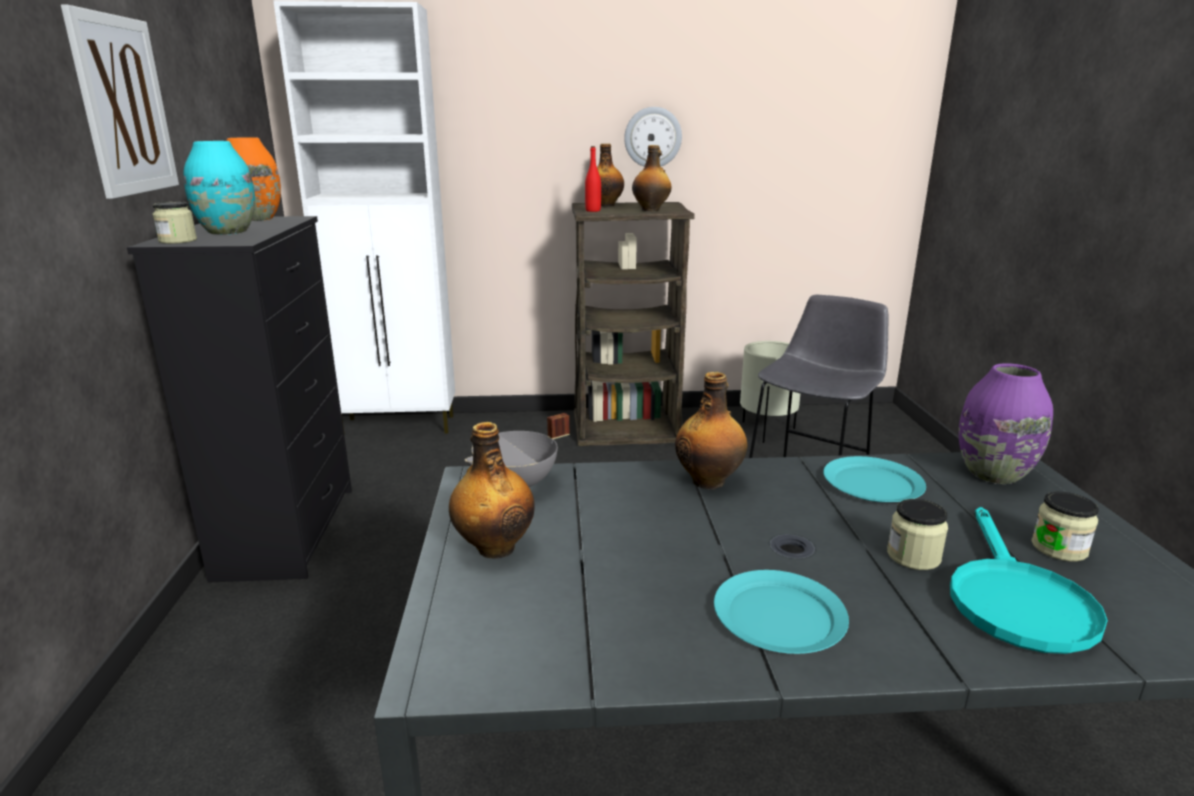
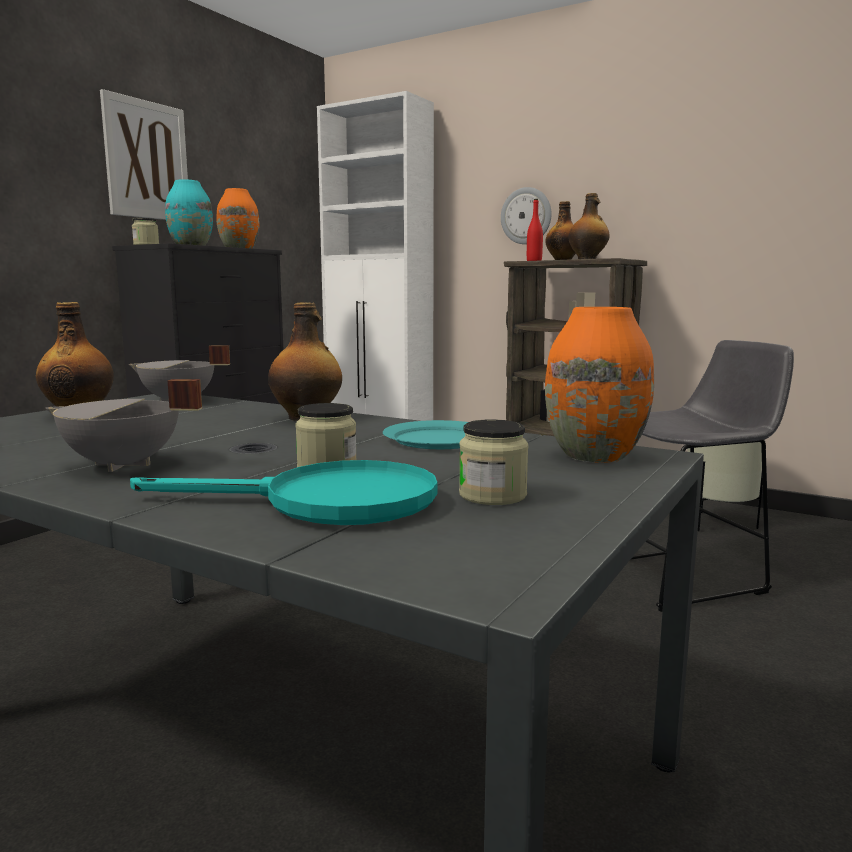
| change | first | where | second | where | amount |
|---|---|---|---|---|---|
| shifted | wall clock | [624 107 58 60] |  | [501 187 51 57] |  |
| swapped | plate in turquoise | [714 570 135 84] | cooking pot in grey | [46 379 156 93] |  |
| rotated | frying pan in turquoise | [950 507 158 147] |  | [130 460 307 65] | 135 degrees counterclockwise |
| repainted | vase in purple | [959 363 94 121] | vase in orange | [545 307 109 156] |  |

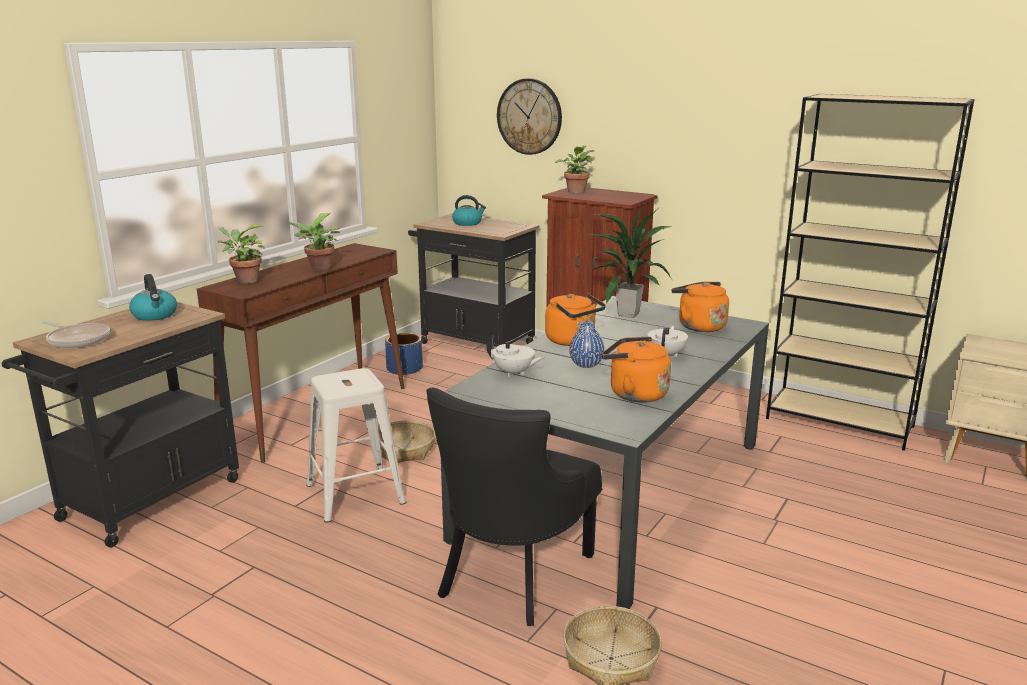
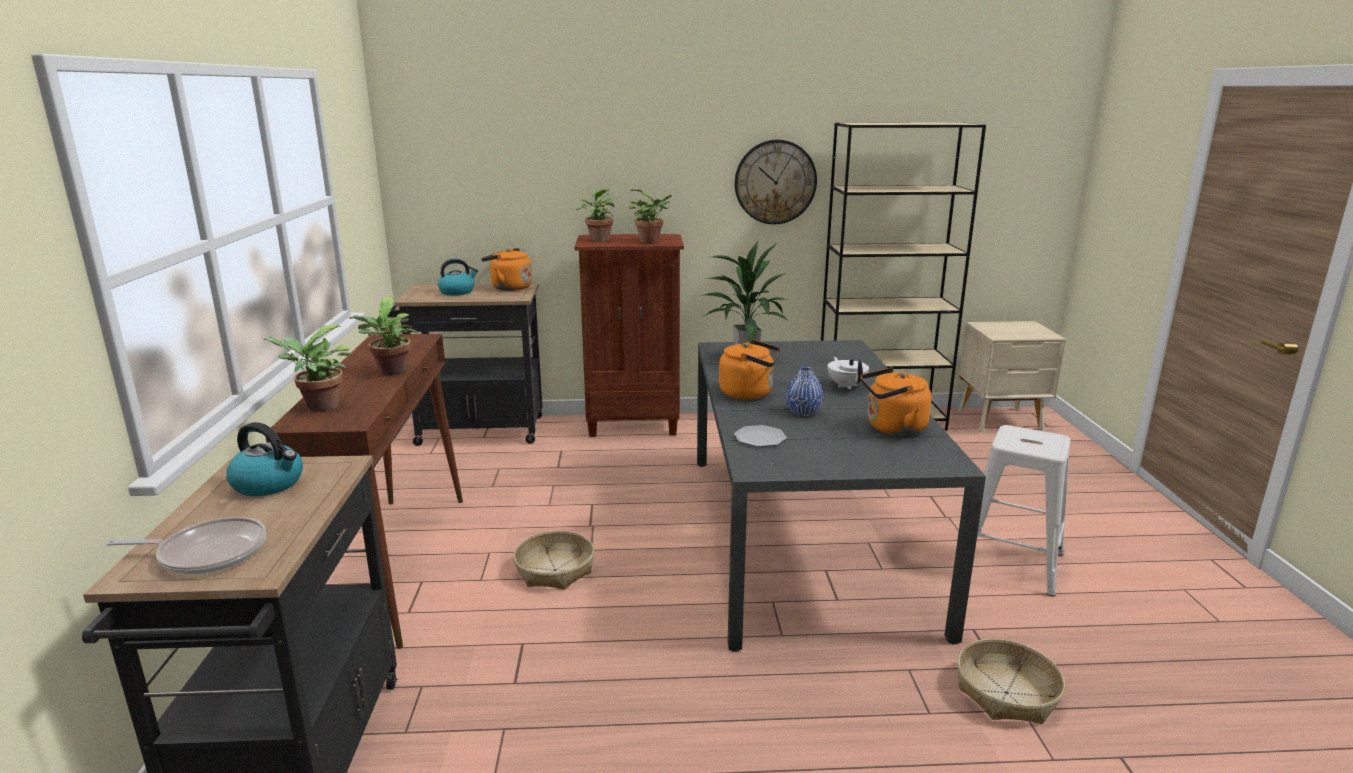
| change | first | where | second | where | amount |
|---|---|---|---|---|---|
| shifted | stool in white | [306 368 100 155] |  | [977 425 94 172] |  |
| gone | planter in blue | [385 333 38 42] |  |  |  |
| gone | chair in black | [426 388 177 238] |  |  |  |
| swapped | teapot in white | [486 335 58 42] | plate | [734 425 53 22] |  |
| shifted | wall clock | [497 78 65 77] |  | [735 140 82 84] |  |
| shifted | kettle in orange | [671 282 58 50] |  | [481 248 51 43] |  |
| new |  |  | potted plant | [628 189 47 54] |  |

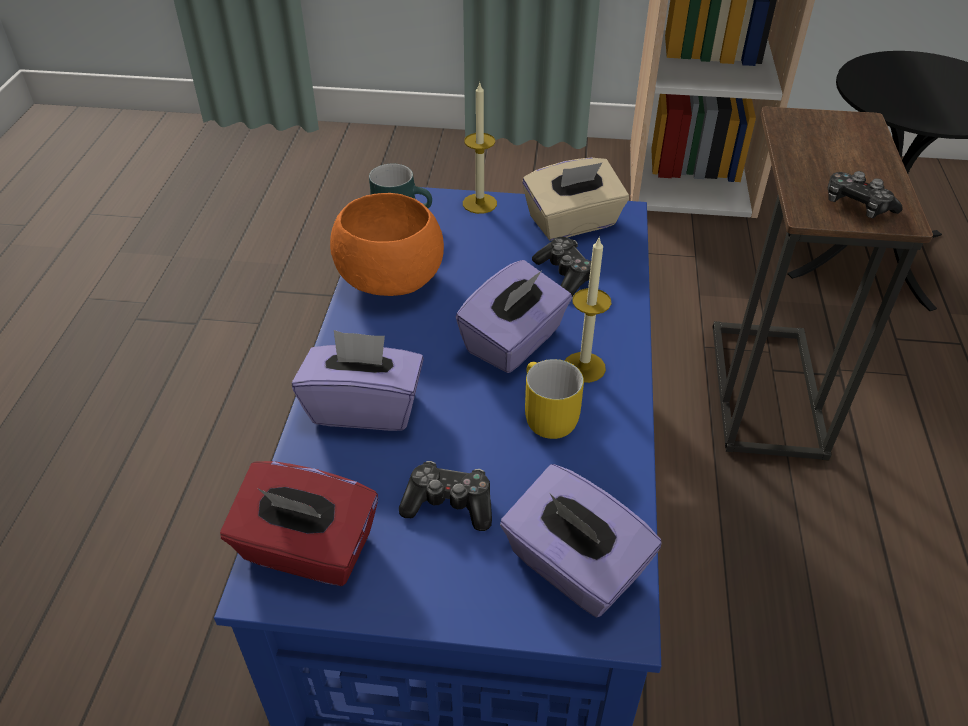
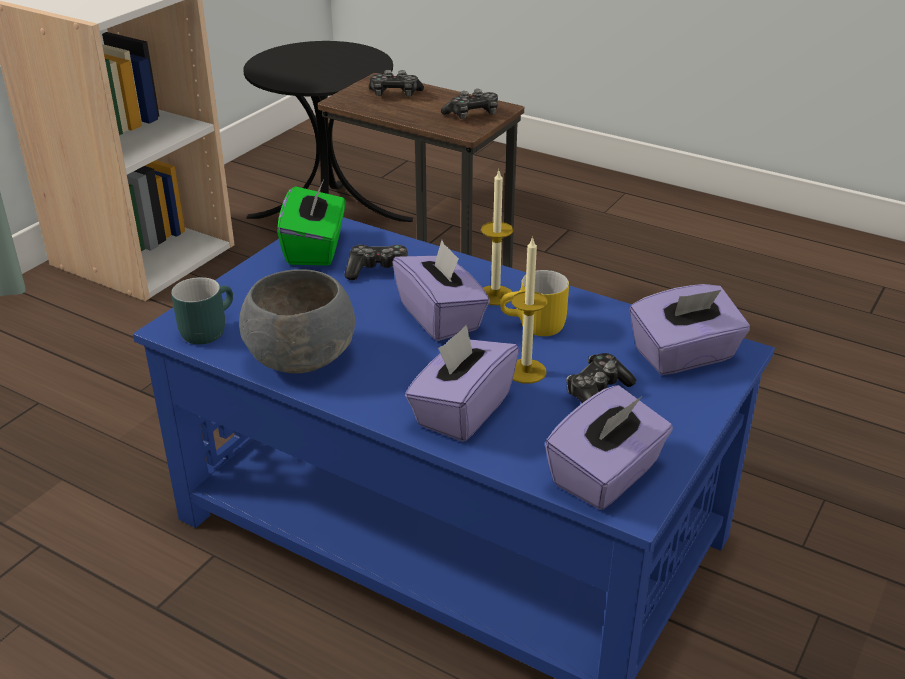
| change | first | where | second | where | amount |
|---|---|---|---|---|---|
| repainted | tissue box in red | [220 461 158 125] | tissue box in purple | [545 385 128 125] |  |
| repainted | bowl in orange | [330 193 114 103] | bowl in grey | [239 269 116 105] |  |
| shifted | candle | [463 81 34 133] |  | [511 236 37 147] |  |
| repainted | tissue box in beige | [522 158 107 83] | tissue box in green | [277 180 68 85] |  |
| new |  |  | game controller | [369 70 55 26] |  |

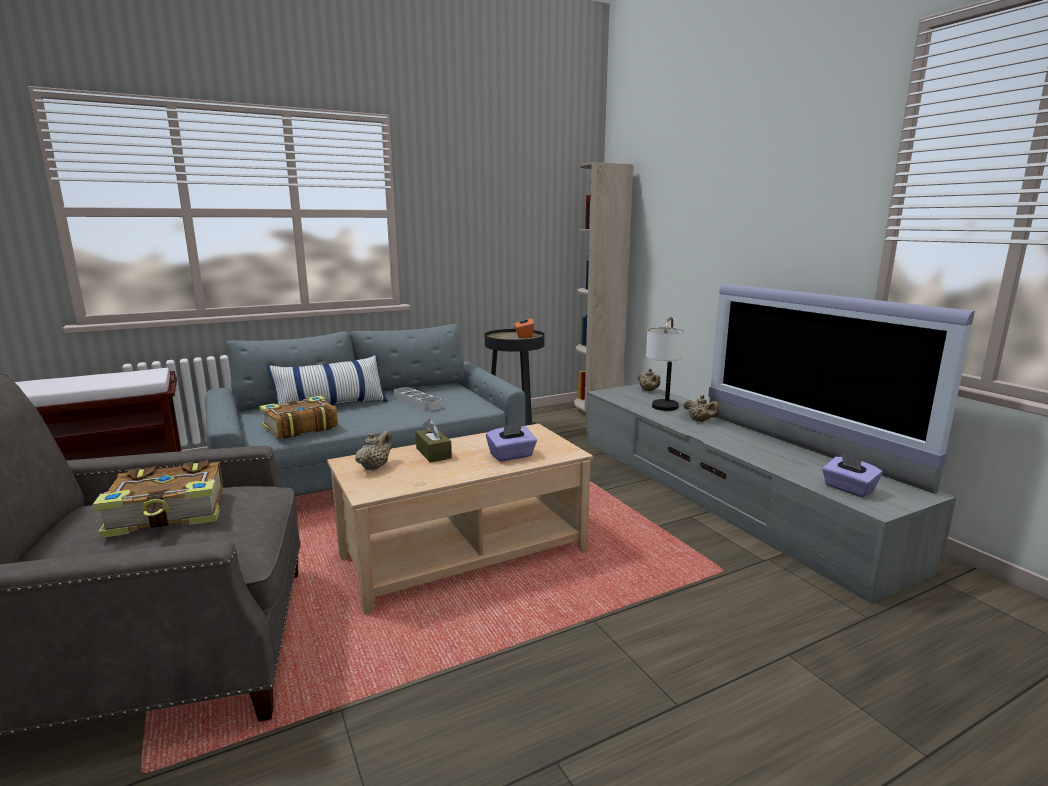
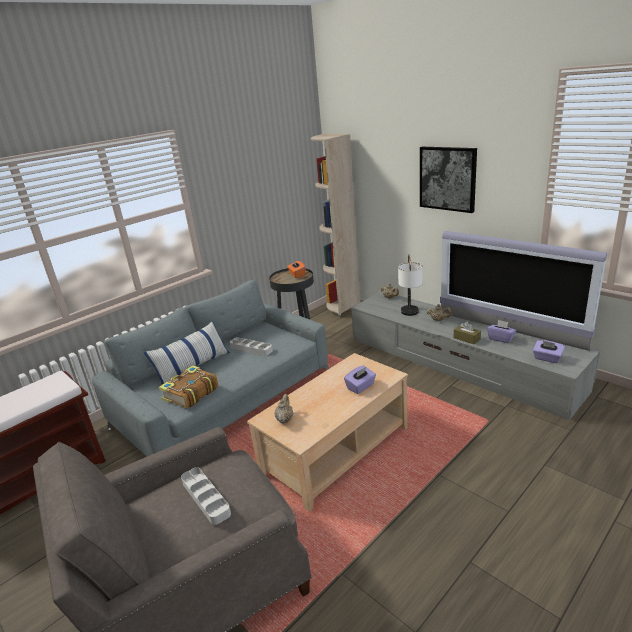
| change | first | where | second | where | amount |
|---|---|---|---|---|---|
| swapped | book | [92 461 131 77] | tray in grey | [181 467 50 58] |  |
| shifted | tissue box in brown | [416 419 36 44] |  | [454 322 27 22] |  |
| new |  |  | picture | [420 147 57 66] |  |
| new |  |  | tissue box in purple | [487 320 29 23] |  |

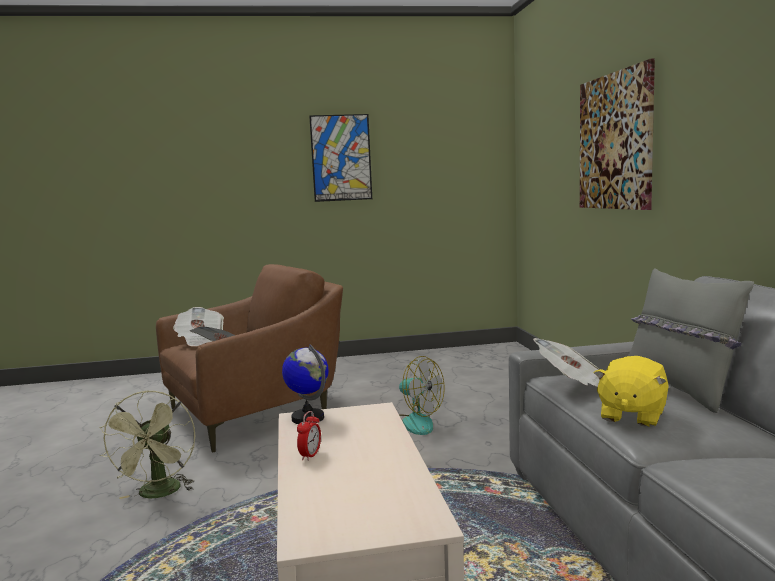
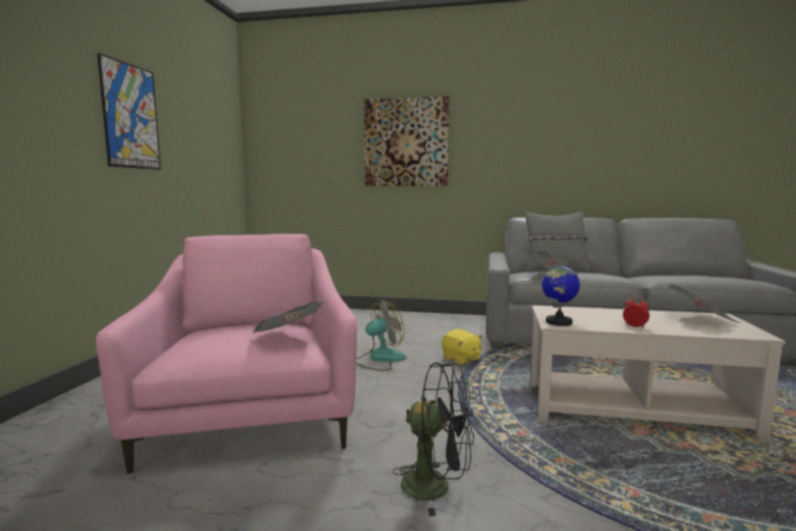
| change | first | where | second | where | amount |
|---|---|---|---|---|---|
| repainted | fan in green | [99 390 96 109] | fan in black | [392 362 82 155] |  |
| repainted | armchair in brown | [156 264 187 189] | armchair in pink | [96 234 261 240] |  |
| shifted | newspaper | [173 307 51 39] |  | [668 284 73 39] |  |
| shifted | plush toy in yellow | [594 356 74 71] |  | [442 329 40 36] |  |

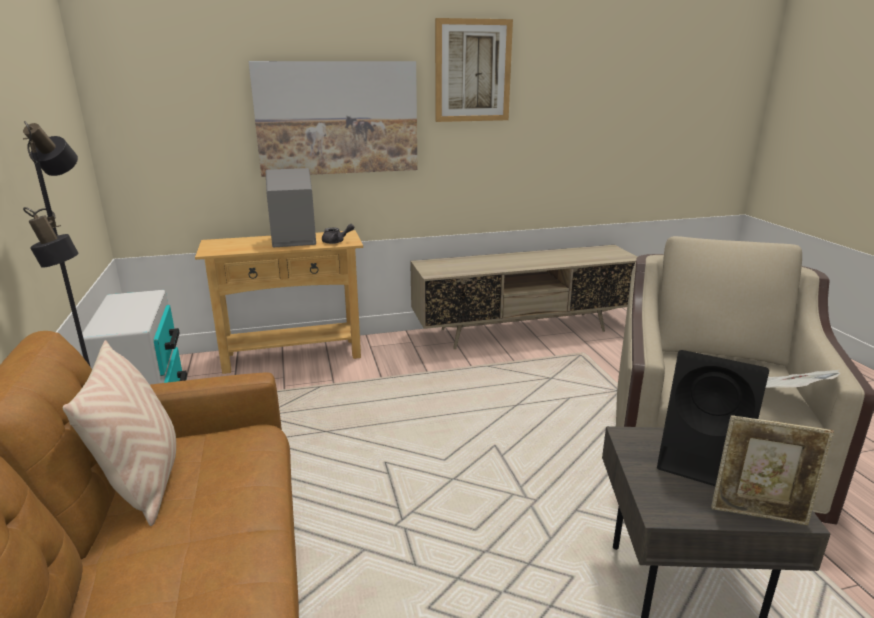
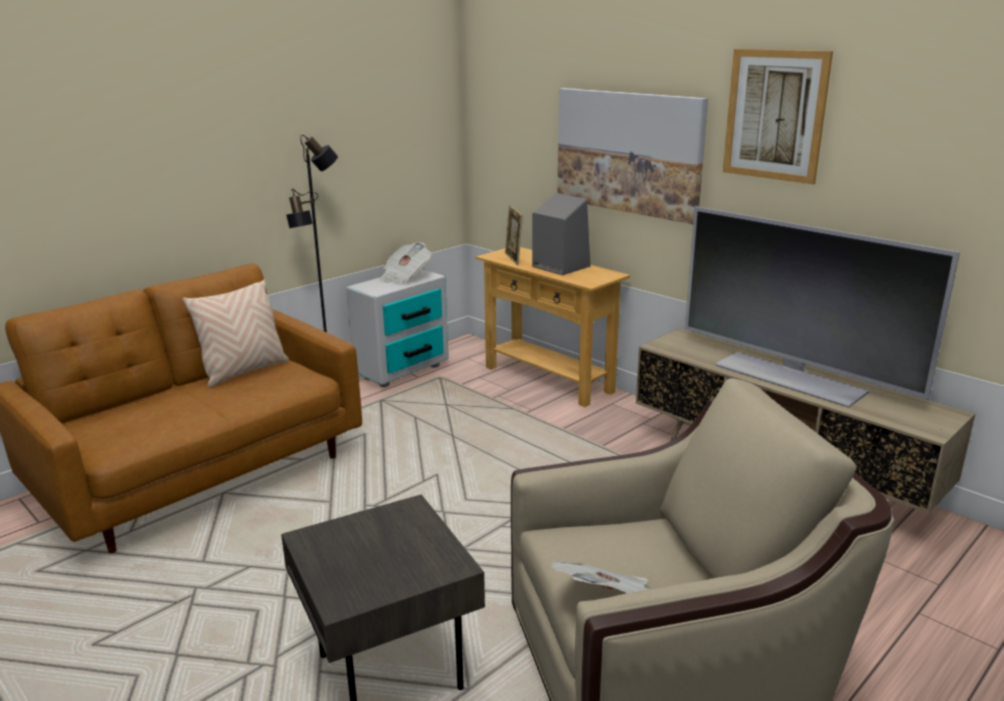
| change | first | where | second | where | amount |
|---|---|---|---|---|---|
| gone | teapot in grey | [322 224 32 20] |  |  |  |
| gone | speaker in black | [657 350 112 136] |  |  |  |
| shifted | picture frame | [711 415 123 110] |  | [505 205 18 60] |  |
| new |  |  | newspaper | [379 242 52 41] |  |
| new |  |  | television | [685 206 275 201] |  |

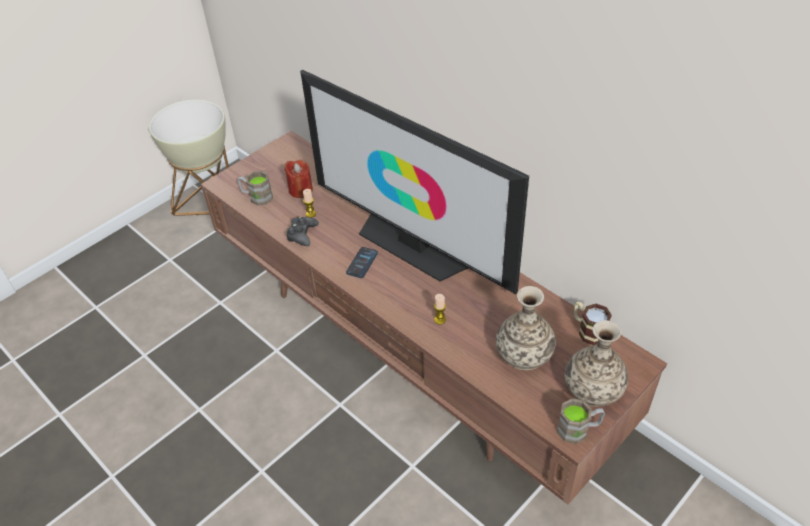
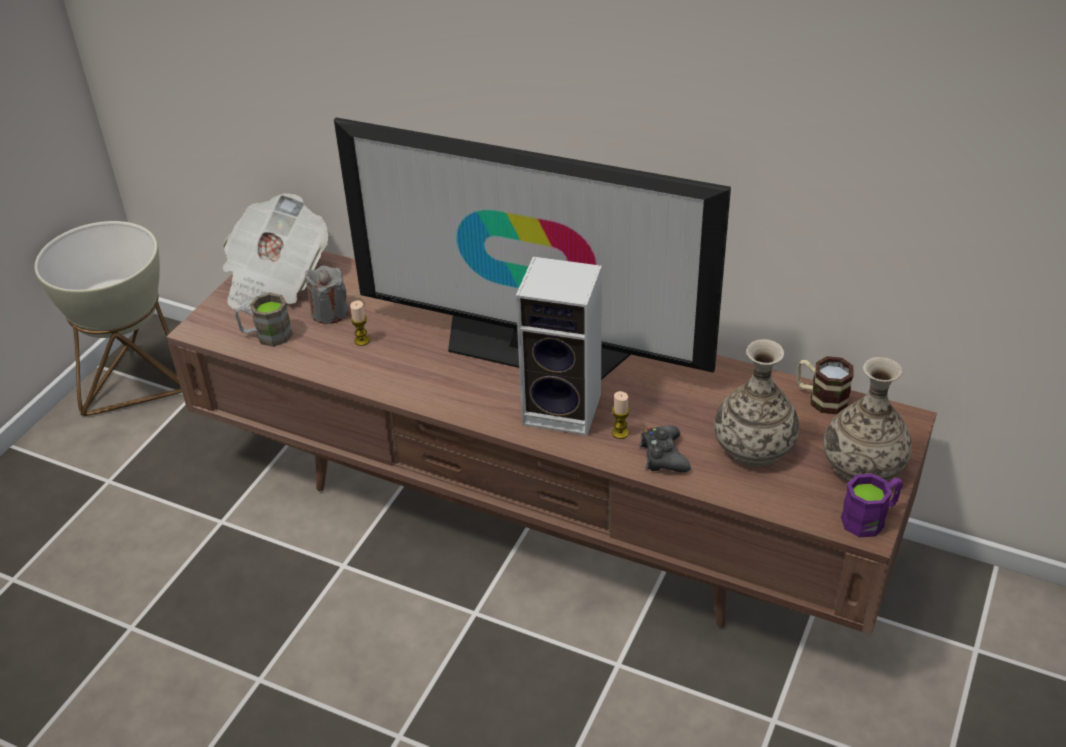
| change | first | where | second | where | amount |
|---|---|---|---|---|---|
| repainted | candle in red | [285 160 28 38] | candle in grey | [305 265 43 59] |  |
| shifted | game controller in black | [286 216 33 30] |  | [639 426 52 46] |  |
| gone | phone | [346 247 32 31] |  |  |  |
| repainted | mug in brown | [557 398 48 46] | mug in purple | [841 473 62 65] |  |
| new |  |  | newspaper | [222 193 106 116] |  |
| new |  |  | speaker | [516 256 86 180] |  |

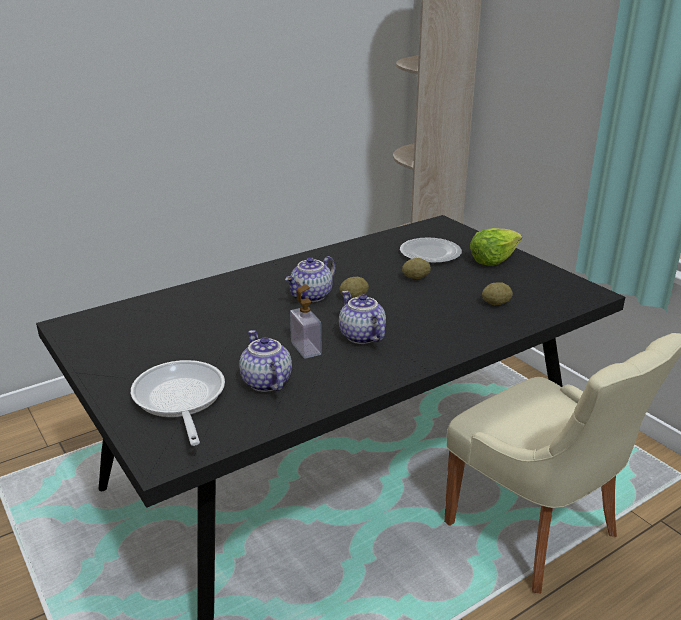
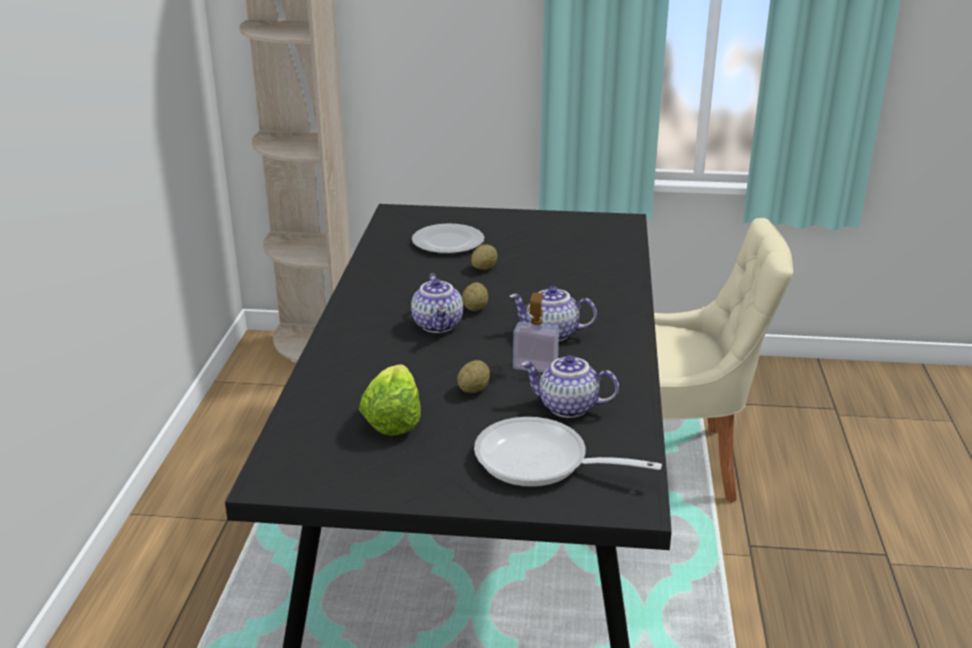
| change | first | where | second | where | amount |
|---|---|---|---|---|---|
| shifted | lettuce | [470 228 52 38] |  | [359 364 62 72] |  |
| shifted | potato | [482 282 31 23] |  | [457 360 33 33] |  |

